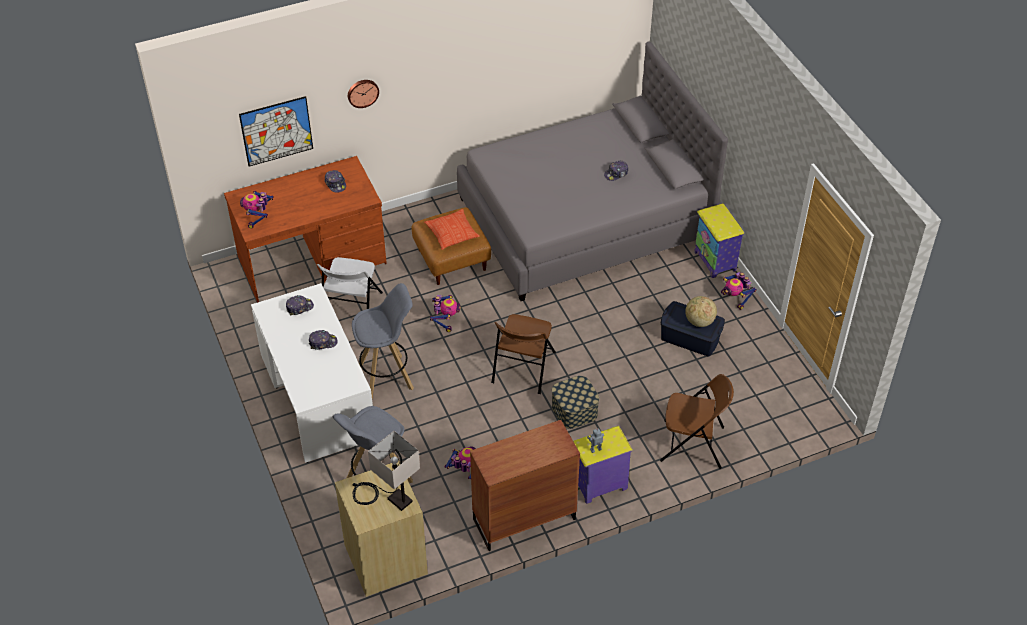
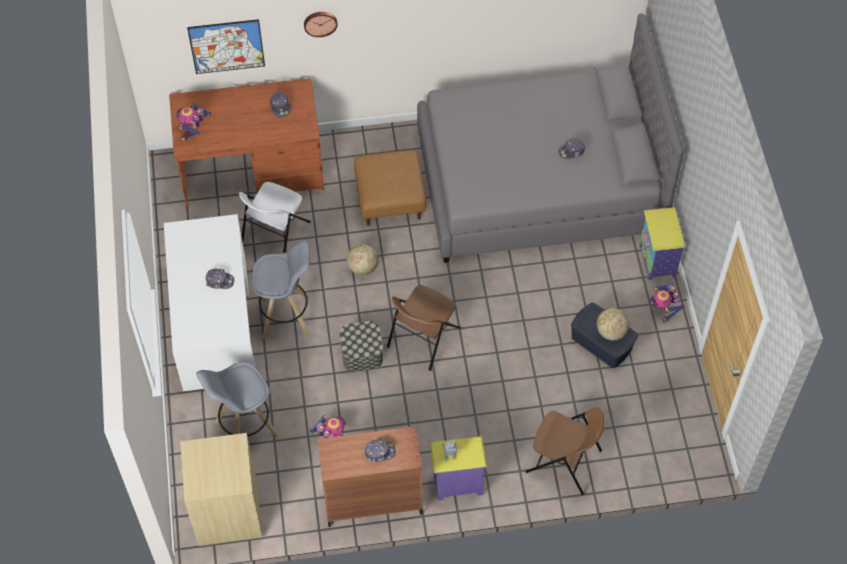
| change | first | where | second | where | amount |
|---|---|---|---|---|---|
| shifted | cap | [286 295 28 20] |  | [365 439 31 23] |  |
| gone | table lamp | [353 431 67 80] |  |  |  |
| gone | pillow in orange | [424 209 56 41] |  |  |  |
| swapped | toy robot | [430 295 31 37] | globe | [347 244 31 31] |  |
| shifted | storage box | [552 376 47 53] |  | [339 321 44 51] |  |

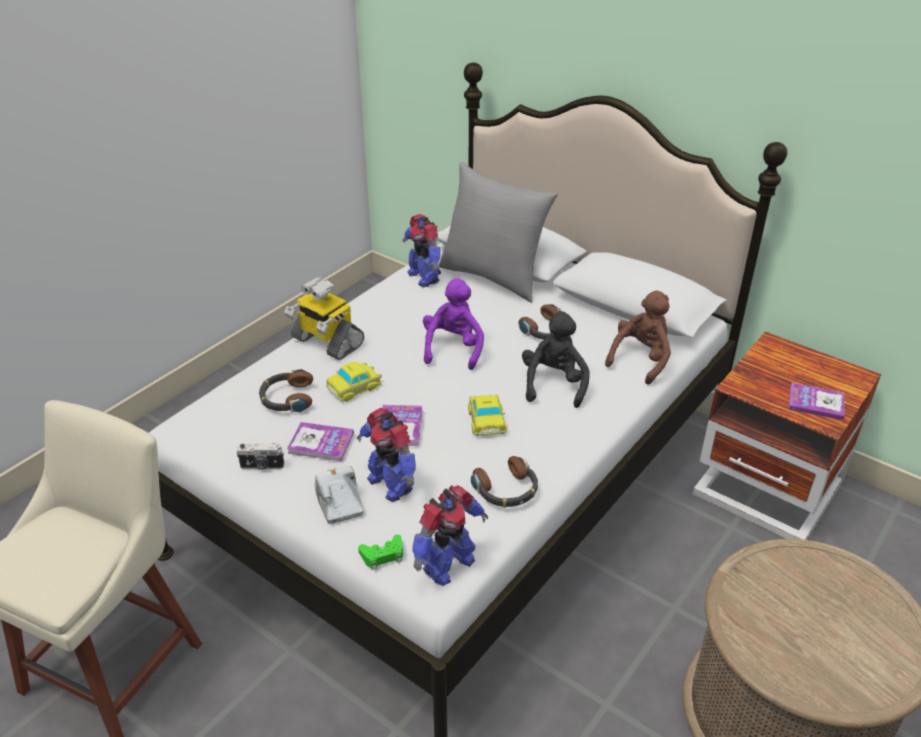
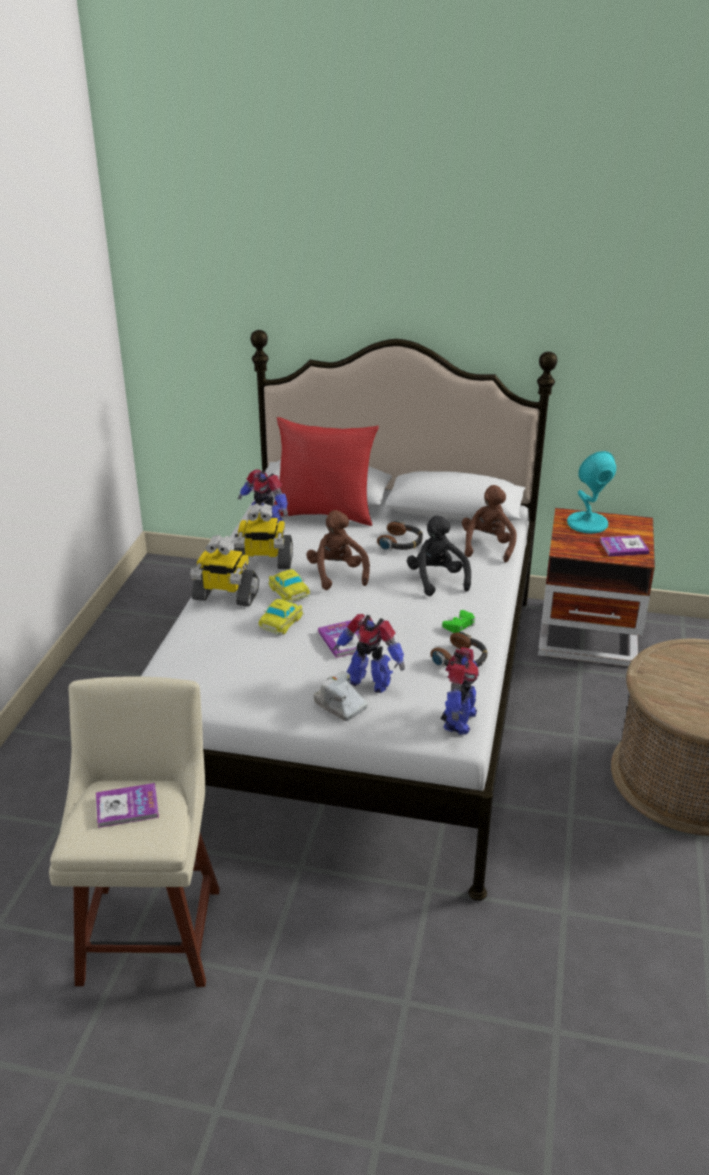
| change | first | where | second | where | amount |
|---|---|---|---|---|---|
| gone | photo camera | [236 443 48 27] |  |  |  |
| gone | headphones | [259 369 54 43] |  |  |  |
| shifted | book | [287 422 67 39] |  | [96 783 63 45] |  |
| shifted | game controller in green | [358 534 45 36] |  | [442 610 33 23] |  |
| repainted | plush toy in purple | [423 279 61 91] | plush toy in brown | [306 510 64 80] |  |
| repainted | pillow in grey | [439 162 119 141] | pillow in red | [274 417 105 109] |  |
| shifted | toy car | [468 394 39 42] |  | [268 569 42 33] |  |
| new |  |  | toy robot | [234 503 59 66] |  |
| new |  |  | table lamp in turquoise | [567 451 49 83] |  |

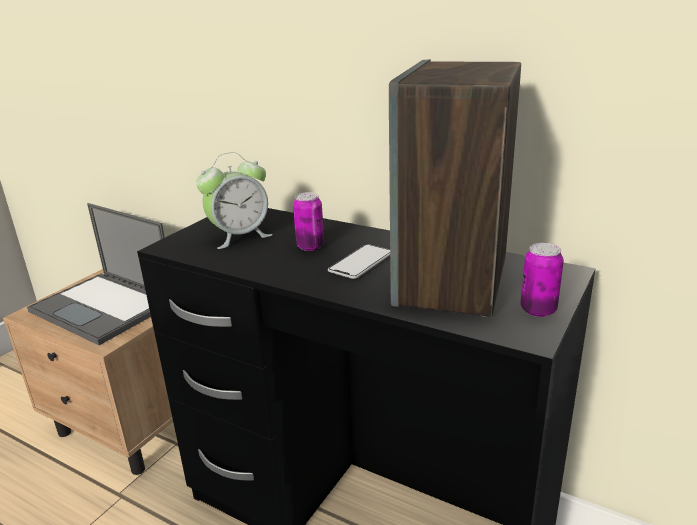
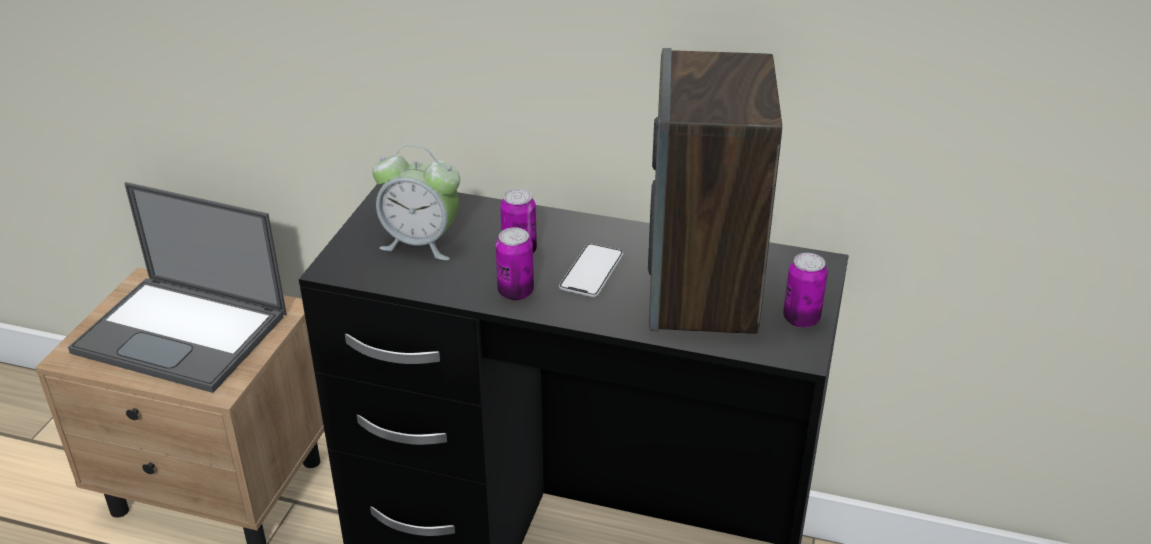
| change | first | where | second | where | amount |
|---|---|---|---|---|---|
| rotated | alarm clock | [196 152 76 97] |  | [372 145 88 115] | 60 degrees clockwise |
| new |  |  | can | [495 227 39 74] |  |

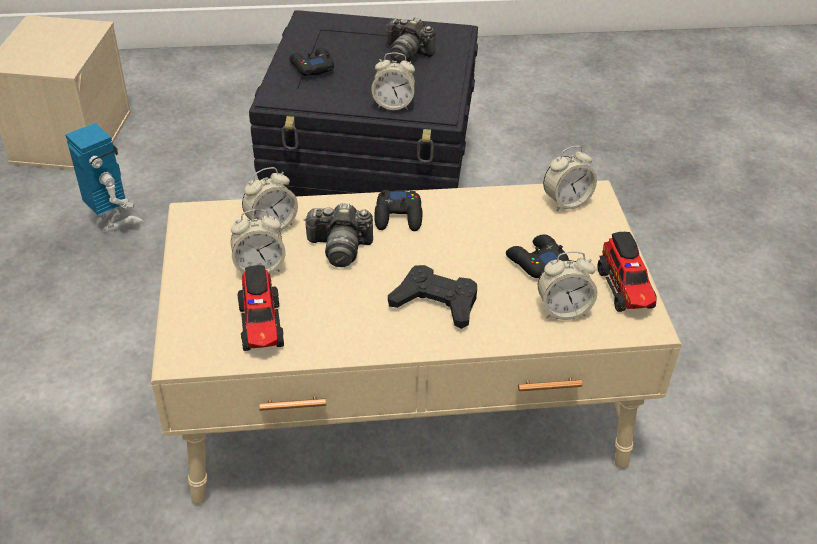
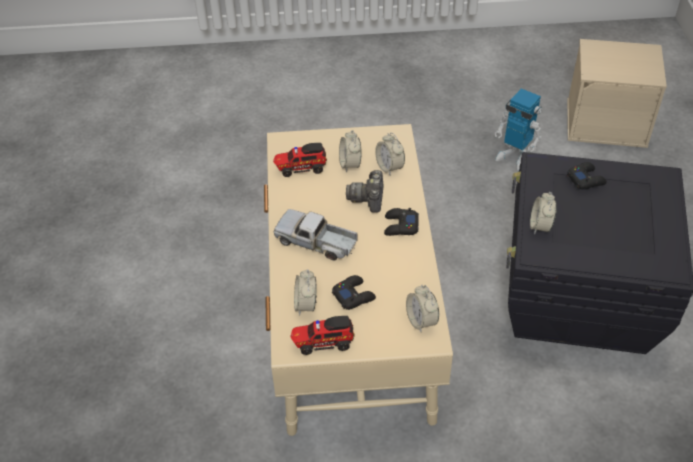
| change | first | where | second | where | amount |
|---|---|---|---|---|---|
| rotated | toy robot | [65 123 79 109] |  | [494 88 48 83] | 75 degrees clockwise |
| gone | photo camera | [386 17 50 46] |  |  |  |
| swapped | game controller in black | [388 265 89 64] | toy truck | [274 209 83 52] |  |

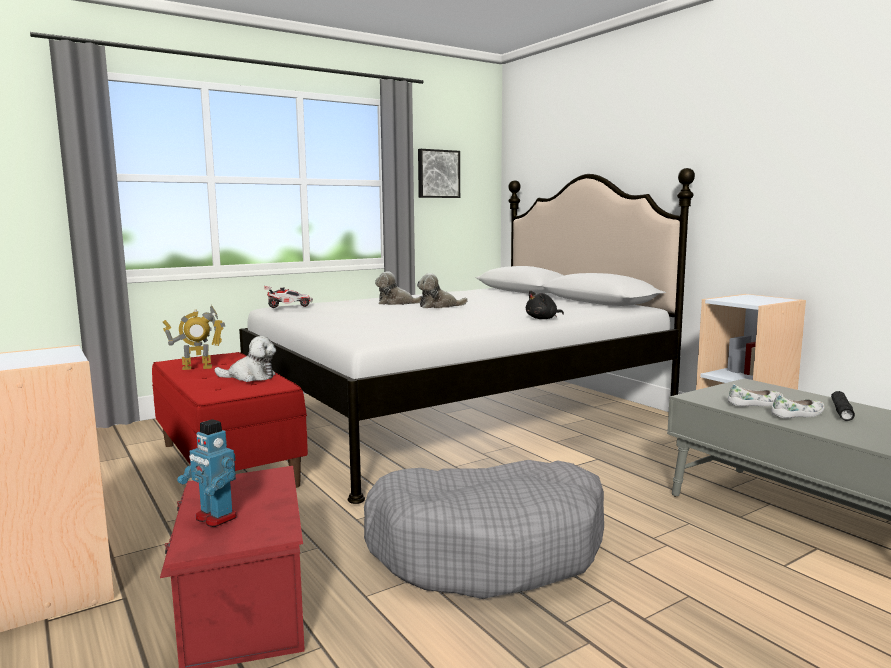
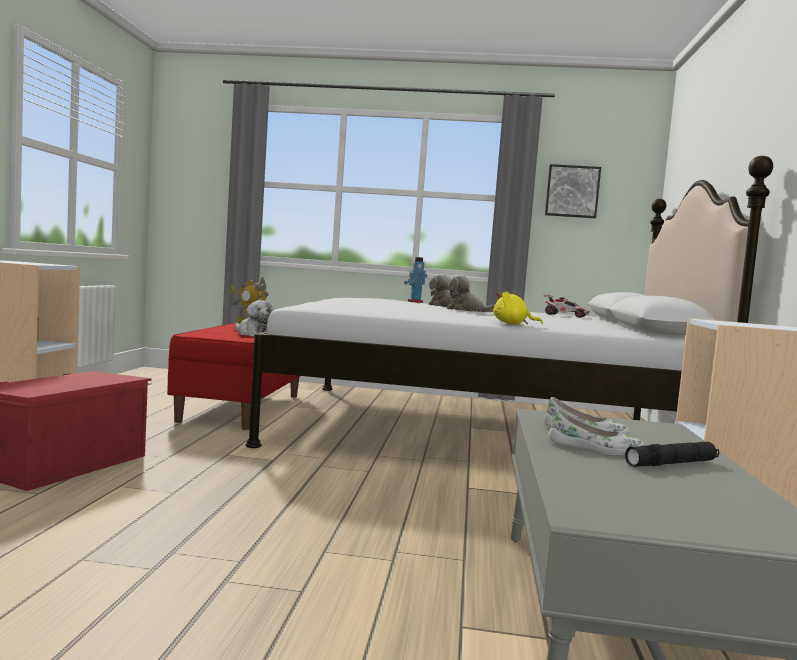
| change | first | where | second | where | amount |
|---|---|---|---|---|---|
| shifted | toy robot | [177 419 60 108] |  | [404 257 23 46] |  |
| shifted | toy car | [264 286 49 22] |  | [544 295 46 23] |  |
| gone | dog bed in grey | [364 460 240 139] |  |  |  |
| repainted | plush toy in black | [526 291 38 28] | plush toy in yellow | [493 291 50 34] |  |

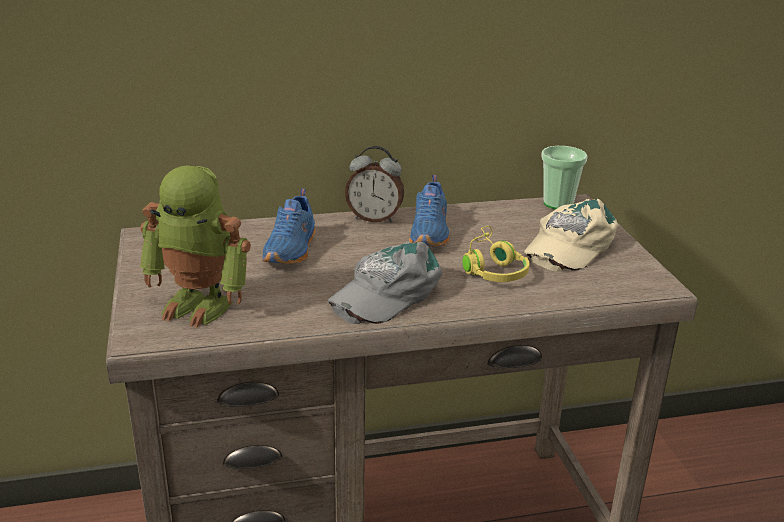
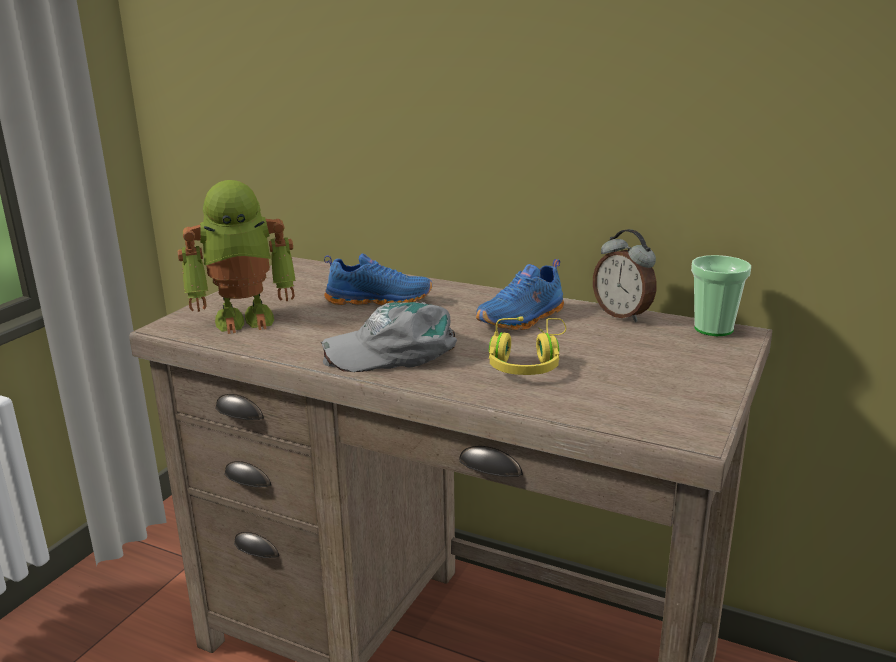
| change | first | where | second | where | amount |
|---|---|---|---|---|---|
| rotated | toy robot | [140 165 111 163] |  | [178 180 118 154] | 75 degrees counterclockwise |
| rotated | shoe in blue | [262 188 53 76] |  | [324 253 109 52] | 135 degrees counterclockwise |
| shifted | alarm clock | [345 146 59 76] |  | [593 229 64 93] |  |
| gone | cap in beige | [524 199 94 73] |  |  |  |

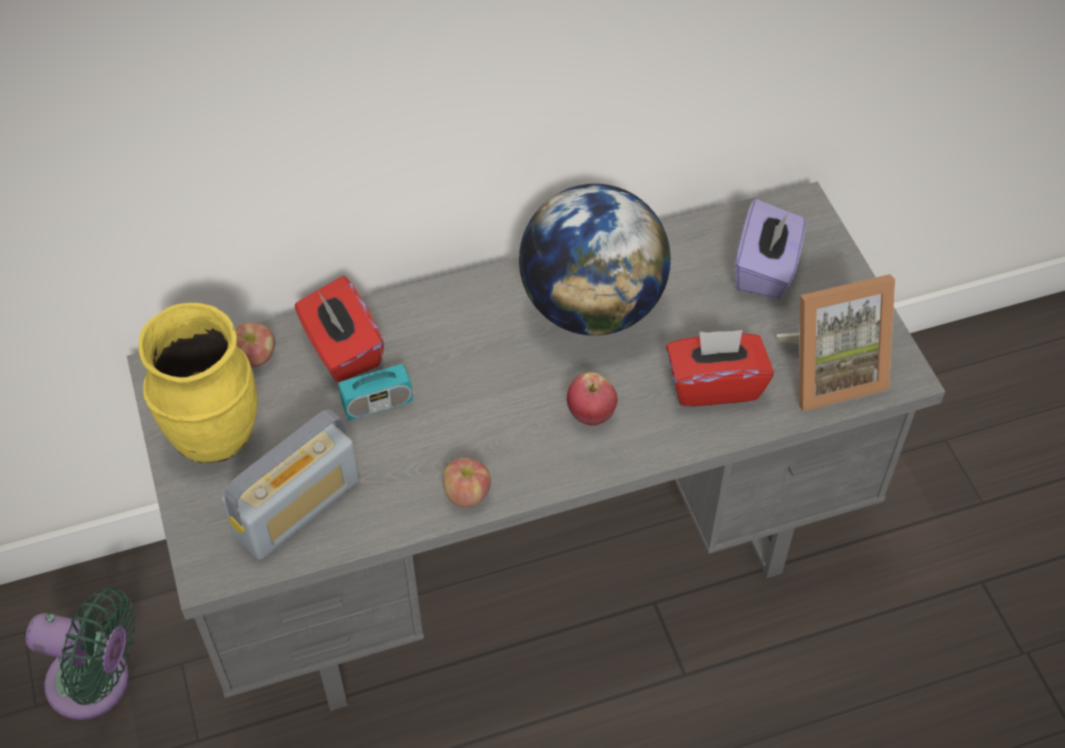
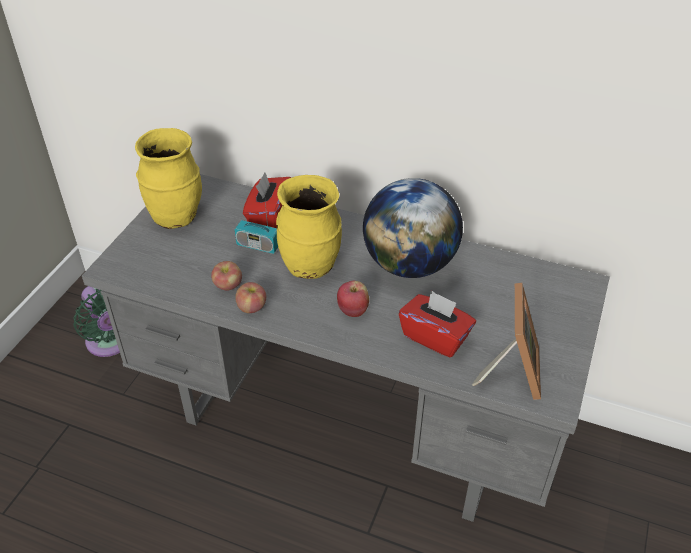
| change | first | where | second | where | amount |
|---|---|---|---|---|---|
| gone | radio | [222 409 137 151] |  |  |  |
| shifted | apple | [236 322 39 45] |  | [211 261 31 29] |  |
| gone | tissue box in purple | [735 199 70 99] |  |  |  |
| rotated | picture frame | [777 274 118 137] |  | [472 283 69 117] | 105 degrees counterclockwise |
| new |  |  | vase in yellow | [276 175 66 104] |  |

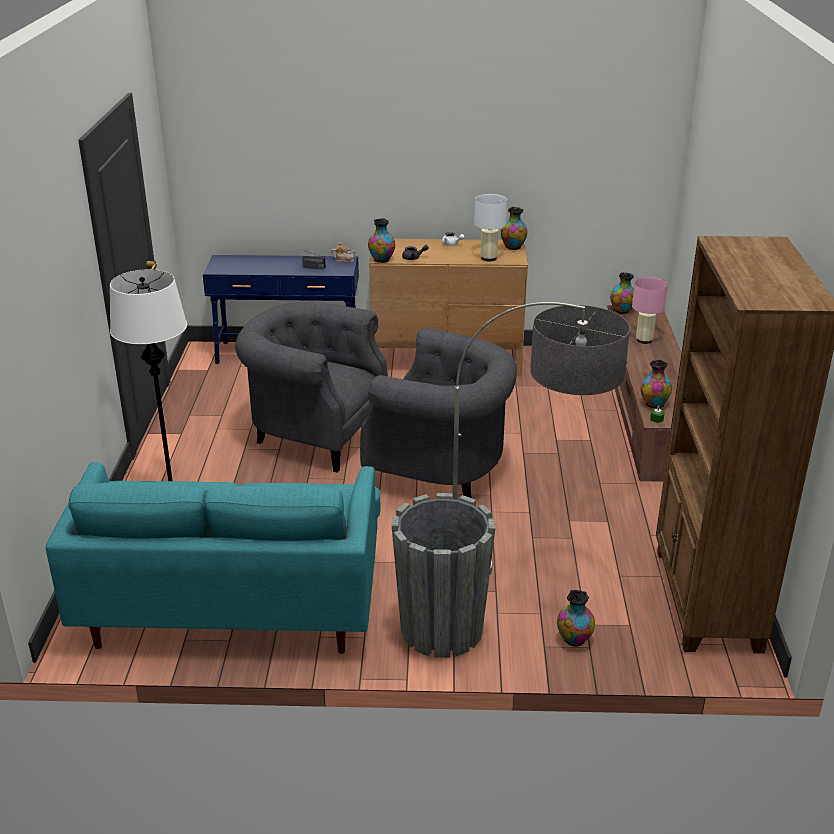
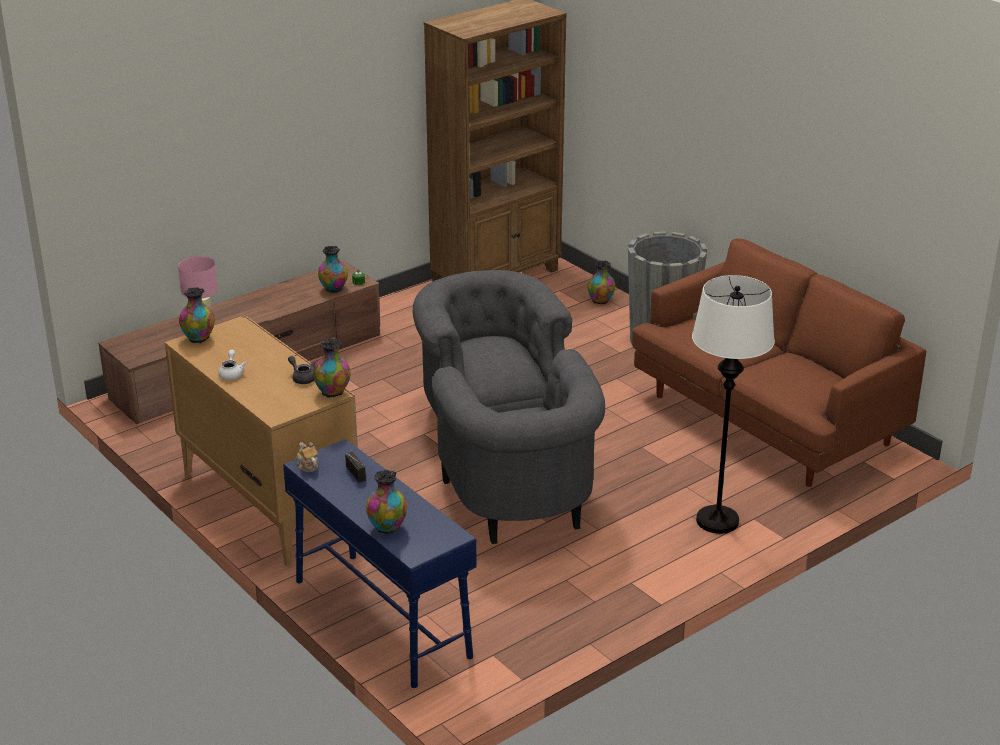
| change | first | where | second | where | amount |
|---|---|---|---|---|---|
| repainted | sofa in turquoise | [46 462 335 192] | sofa in brown | [632 238 294 249] |  |
| gone | floor lamp | [453 302 177 272] |  |  |  |
| gone | table lamp in white | [474 194 33 67] |  |  |  |
| shifted | vase | [610 272 24 42] |  | [366 470 41 64] |  |

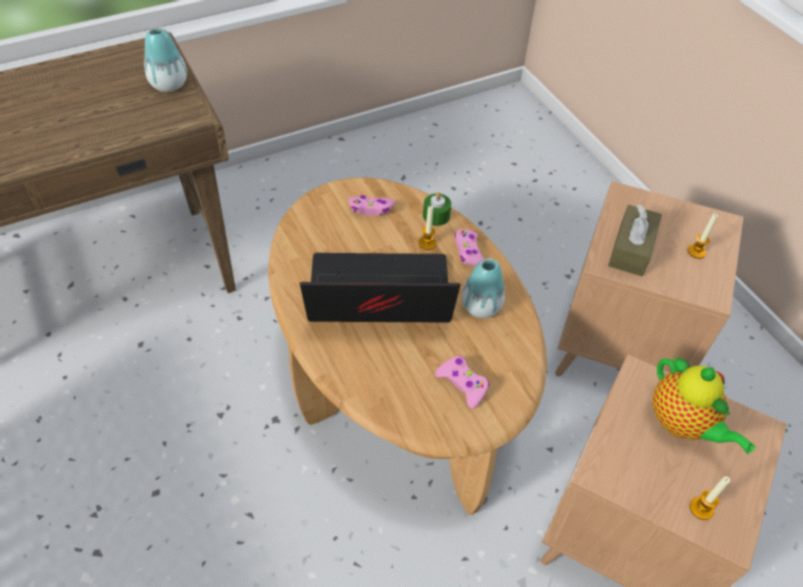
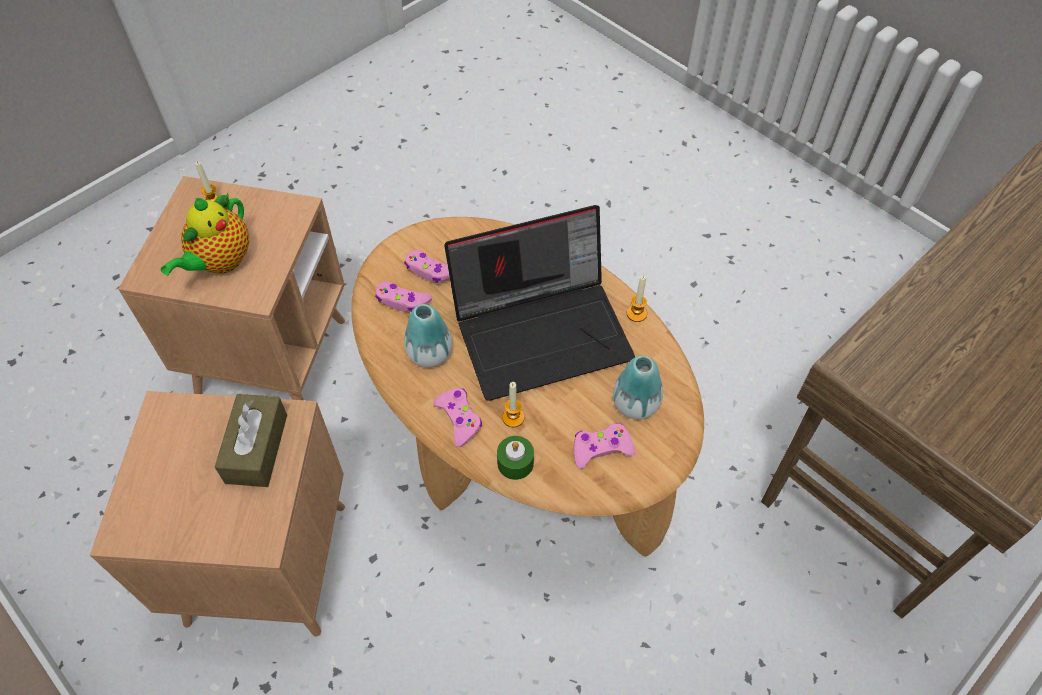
| change | first | where | second | where | amount |
|---|---|---|---|---|---|
| shifted | vase | [144 28 43 64] |  | [613 355 50 64] |  |
| rotated | teapot | [653 355 102 99] |  | [161 193 88 83] | 105 degrees counterclockwise |
| shifted | candle | [687 213 31 46] |  | [627 275 20 47] |  |
| new |  |  | game controller in pink | [375 281 57 31] |  |

